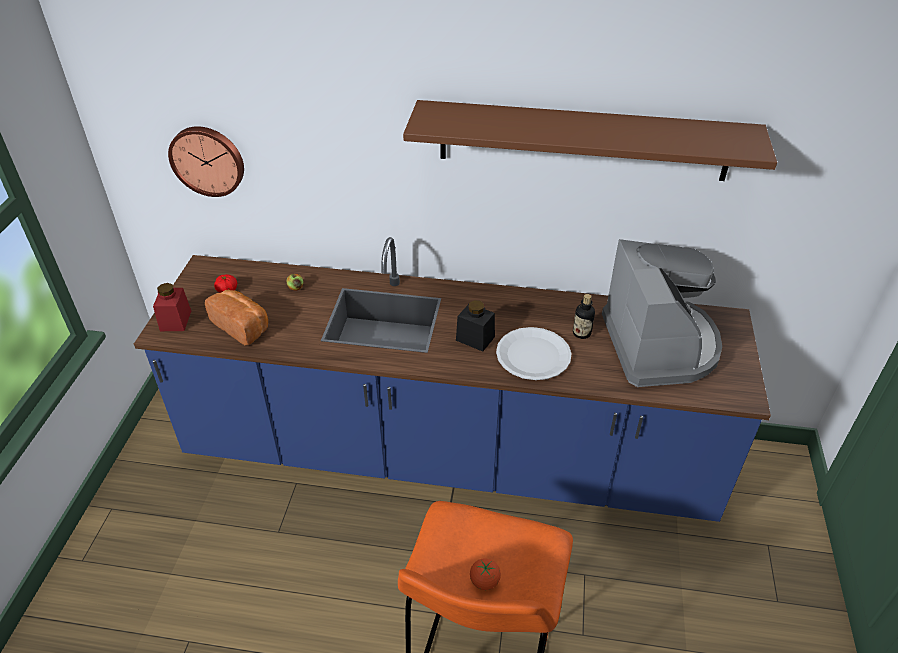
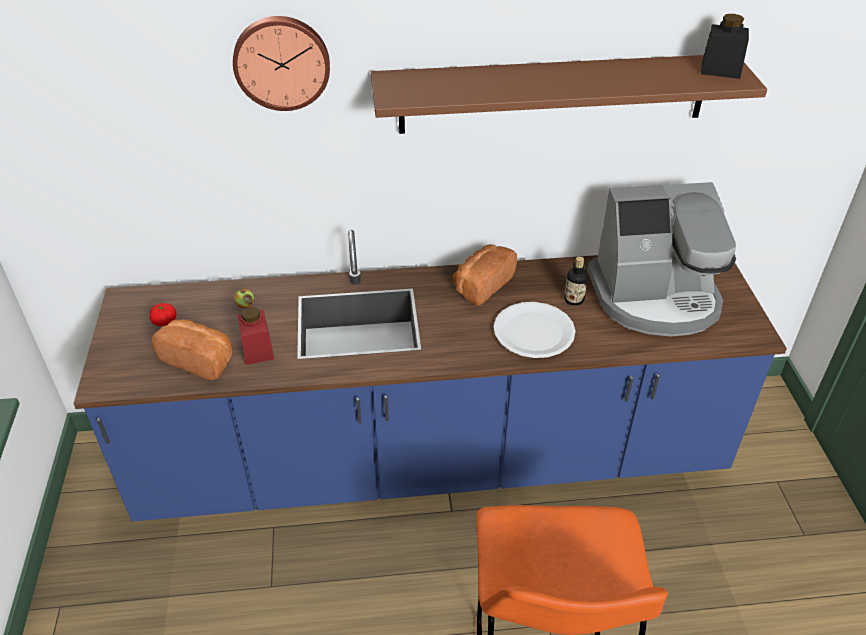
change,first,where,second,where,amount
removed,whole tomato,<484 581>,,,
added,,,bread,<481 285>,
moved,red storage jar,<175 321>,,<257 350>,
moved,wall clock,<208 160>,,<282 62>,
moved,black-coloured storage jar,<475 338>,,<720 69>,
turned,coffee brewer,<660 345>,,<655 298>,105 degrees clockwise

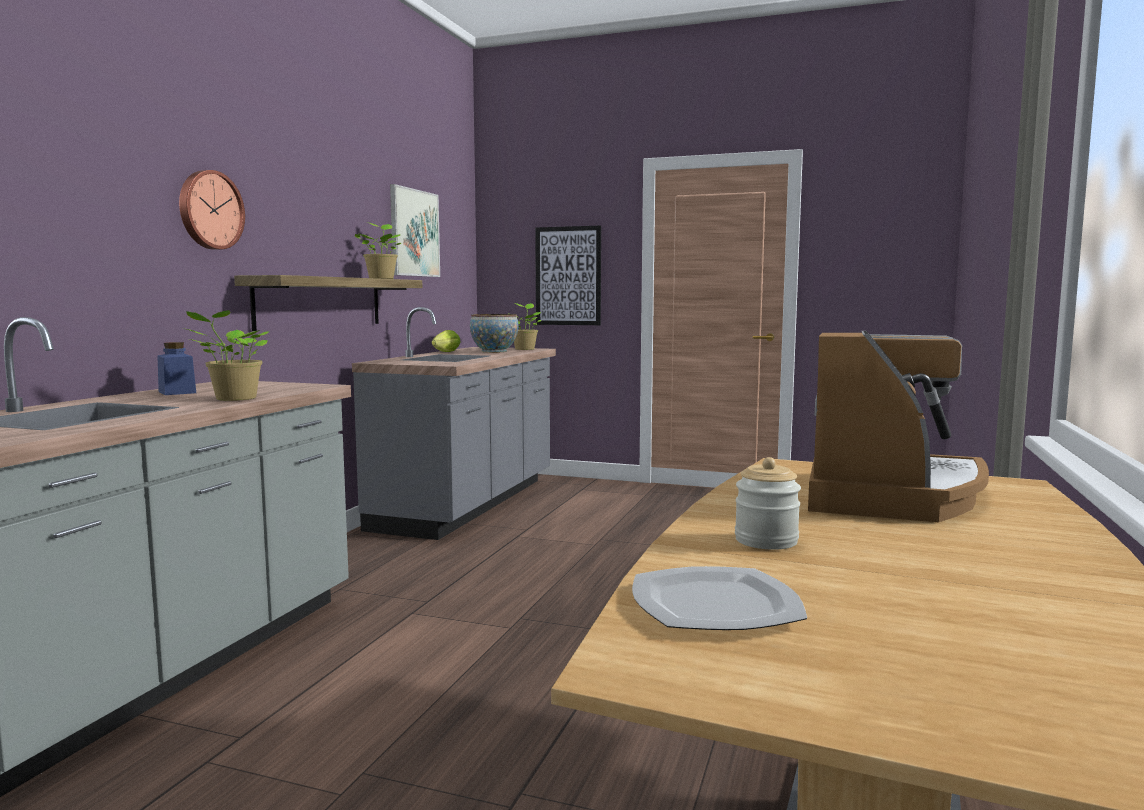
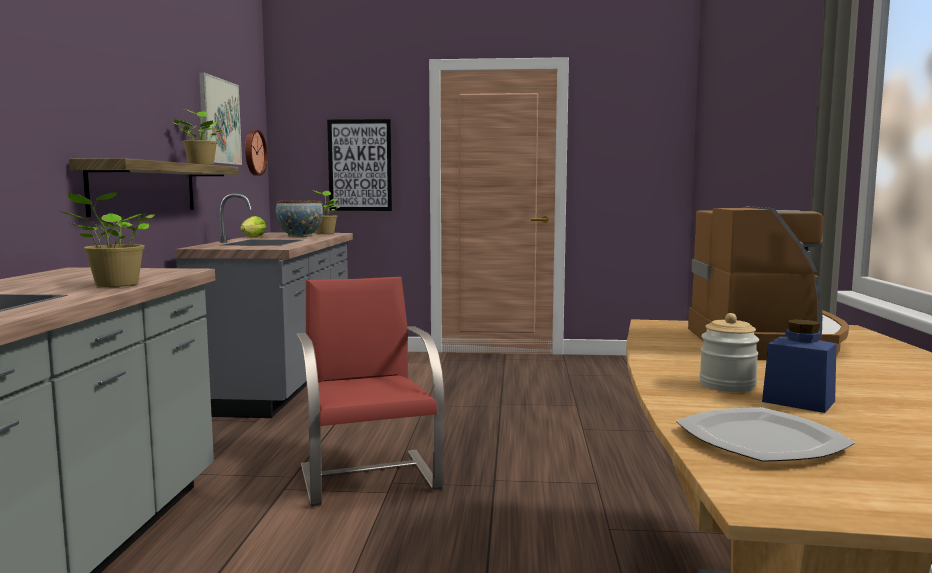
change,first,where,second,where,amount
added,,,red chair,<369 476>,
moved,blue-coloured storage jar,<177 392>,,<798 401>,
moved,wall clock,<209 210>,,<253 152>,

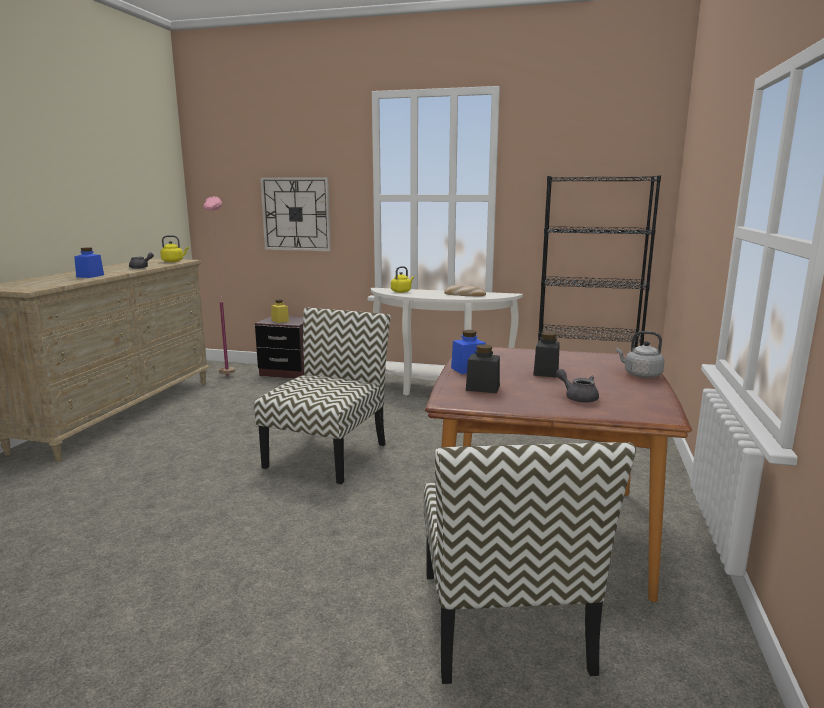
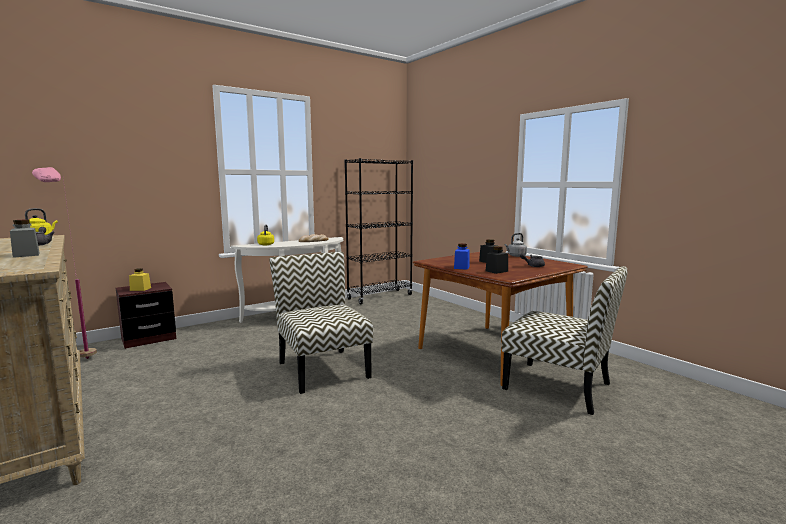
change,first,where,second,where,amount
removed,wall clock,<296 214>,,,
recoloured,blue-coloured storage jar,<90 276>,gray storage jar,<26 254>,

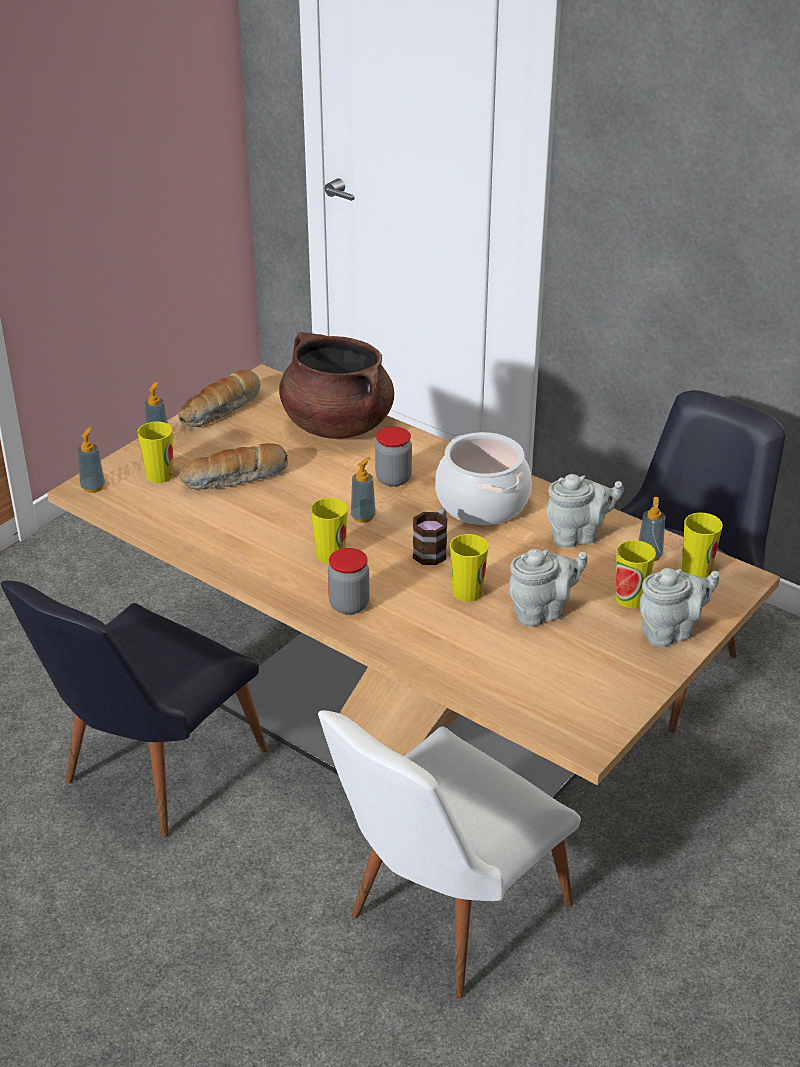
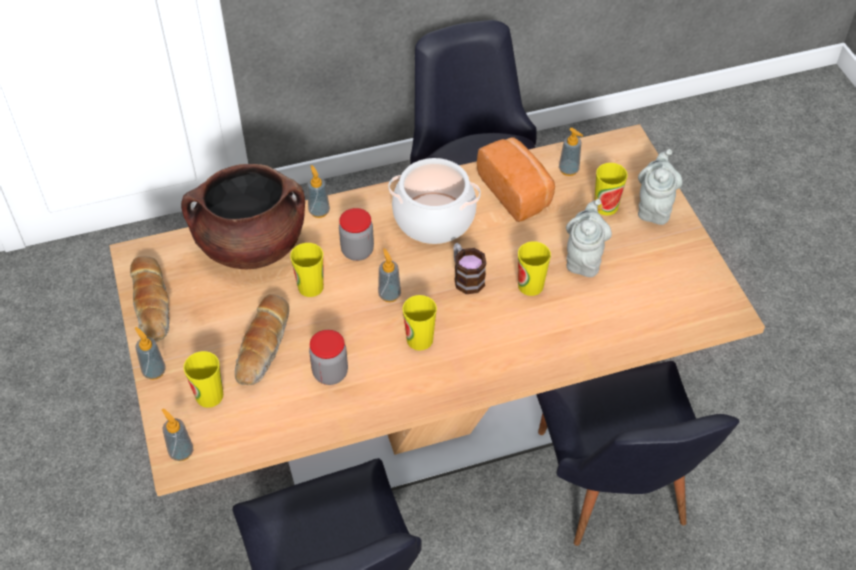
change,first,where,second,where,amount
added,,,liquid soap bottle,<319 211>,
moved,storage jar,<349 605>,,<330 373>,
moved,cup,<696 570>,,<310 287>,
replaced,gray teapot,<578 535>,bread,<517 191>,
recoloured,white-coloured chair,<442 919>,black-coloured chair,<614 493>,

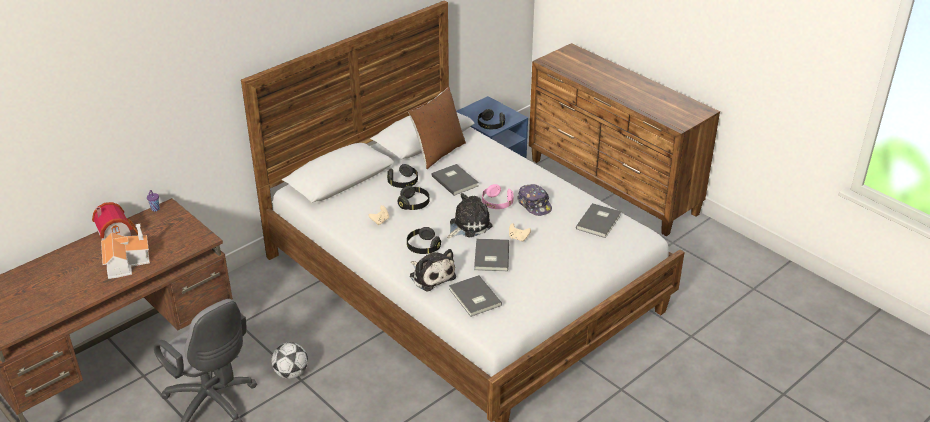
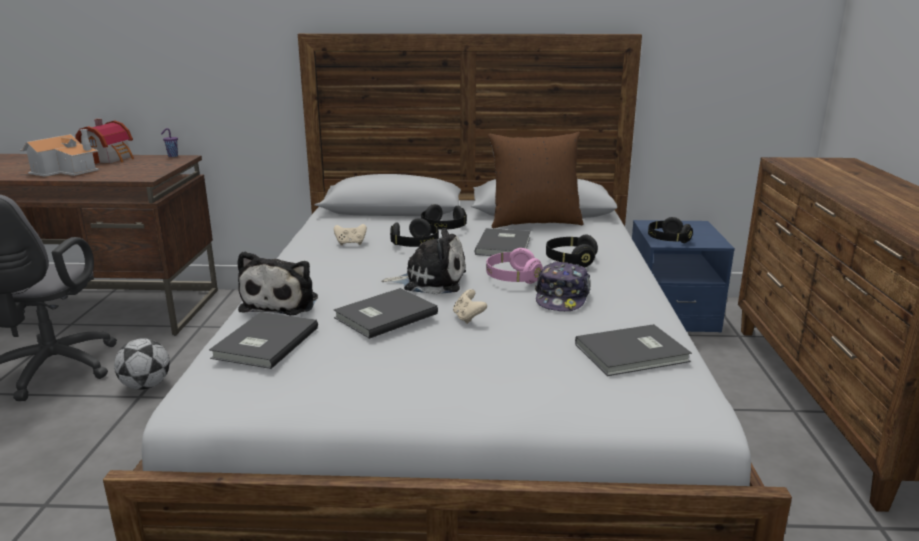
change,first,where,second,where,amount
moved,black-coloured headphones,<423 247>,,<570 261>,

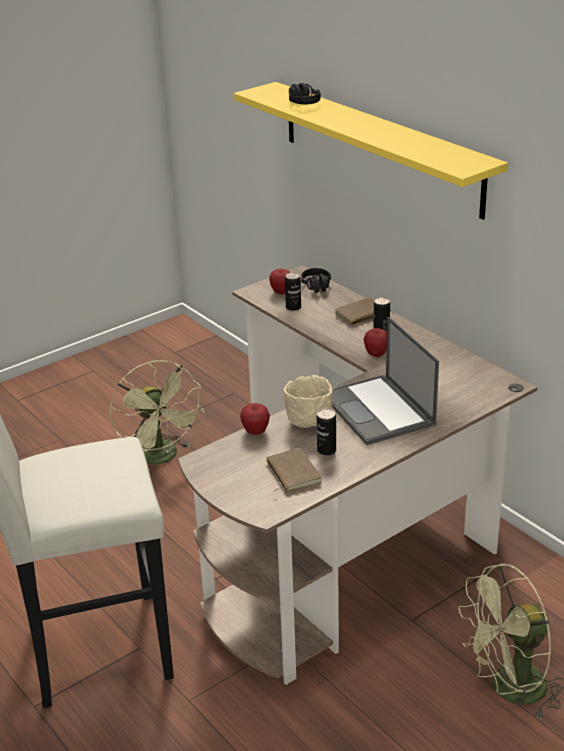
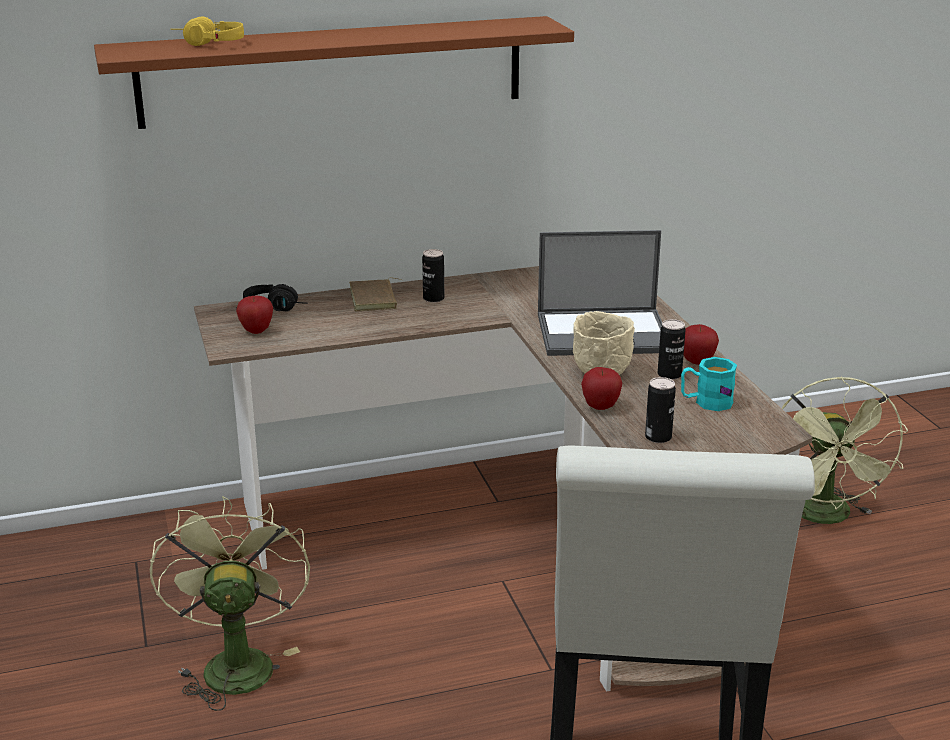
change,first,where,second,where,amount
moved,metal can,<293 307>,,<658 437>,
moved,apple fruit,<376 354>,,<697 362>,
replaced,brown-coloured volume,<291 473>,turquoise-coloured coffee mug,<706 402>,
recoloured,yellow shelf,<379 147>,brown-coloured shelf,<333 71>,
recoloured,black-coloured headphones,<301 101>,yellow headphones,<207 44>,
turned,green-coloured cooling fan,<162 458>,,<236 662>,90 degrees counterclockwise

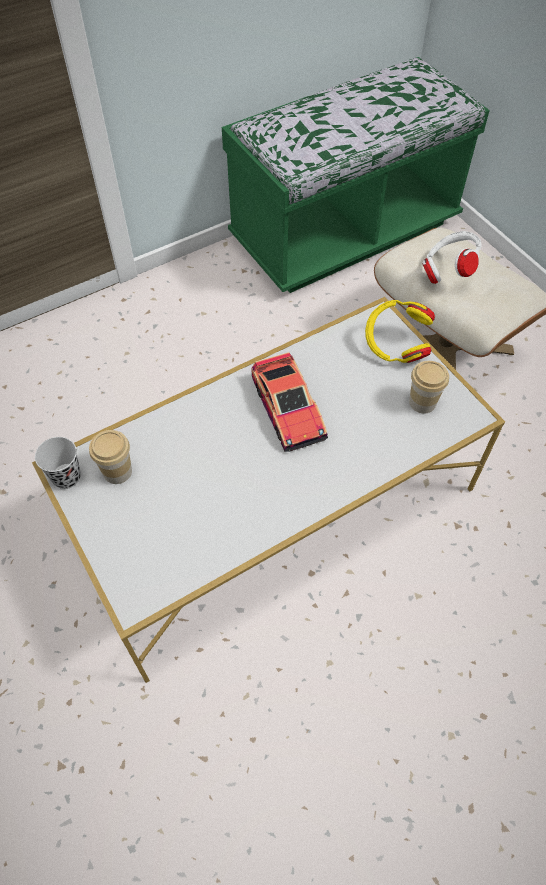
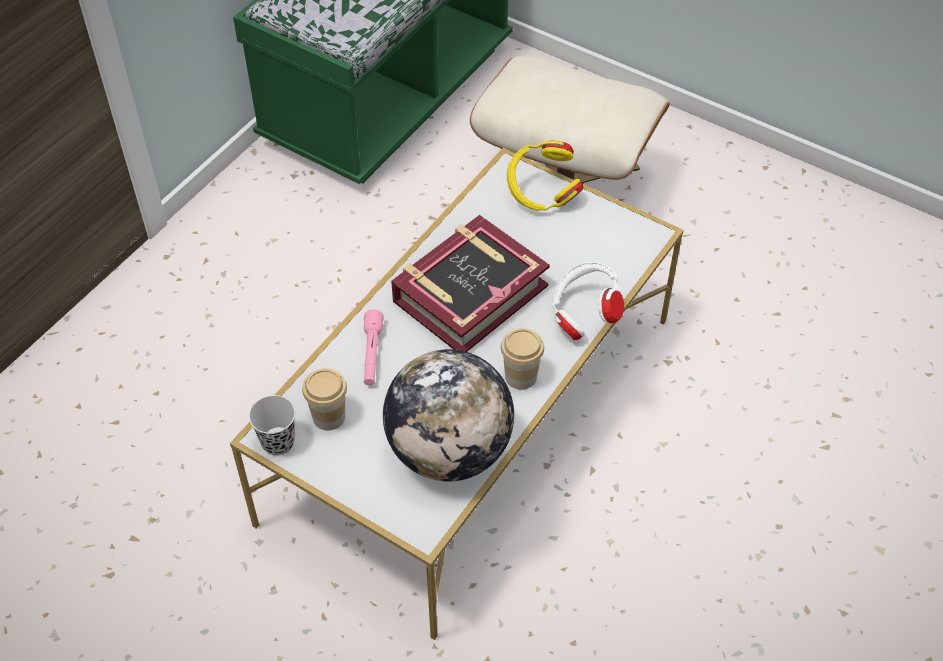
change,first,where,second,where,amount
added,,,pink-coloured flashlight,<372 354>,
added,,,globe,<449 451>,
moved,cup,<422 402>,,<521 376>,
moved,white-coloured headphones,<447 271>,,<584 315>,
replaced,toy car,<288 409>,volume,<469 293>,

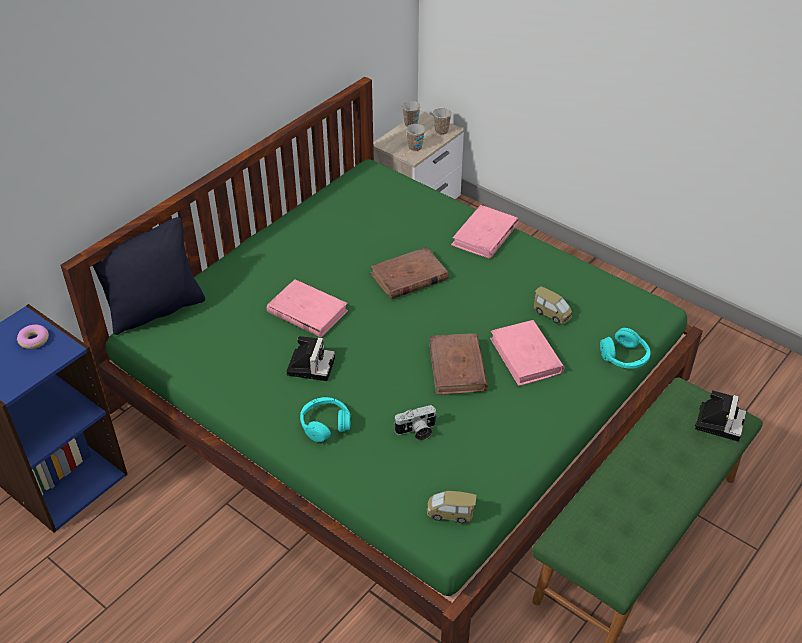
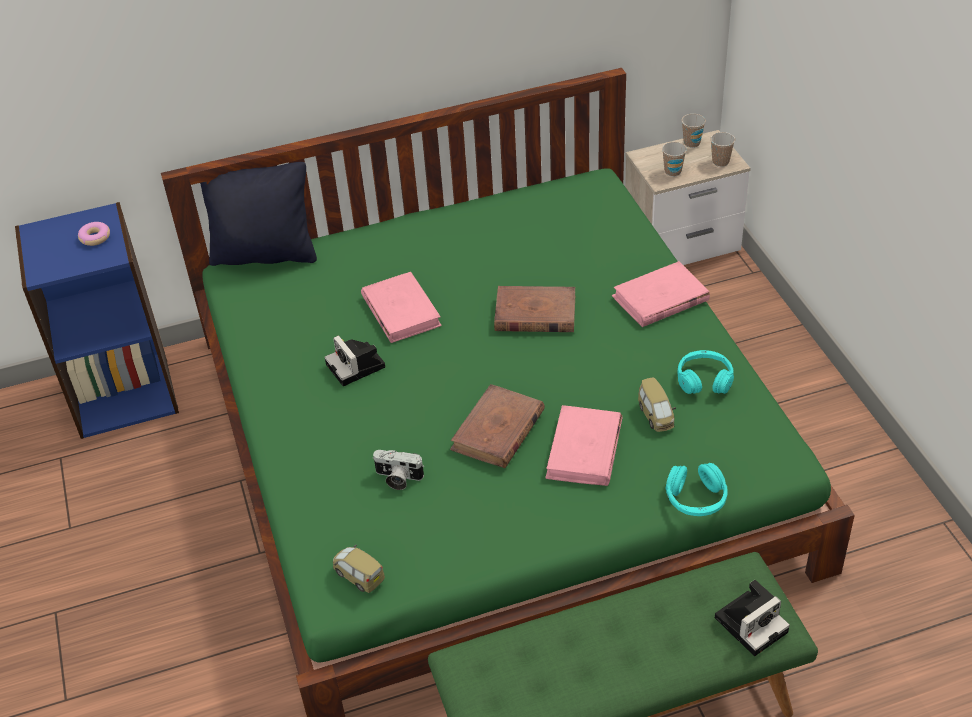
change,first,where,second,where,amount
moved,turquoise-coloured headphones,<325 424>,,<704 380>,
turned,still camera,<310 365>,,<357 367>,105 degrees clockwise

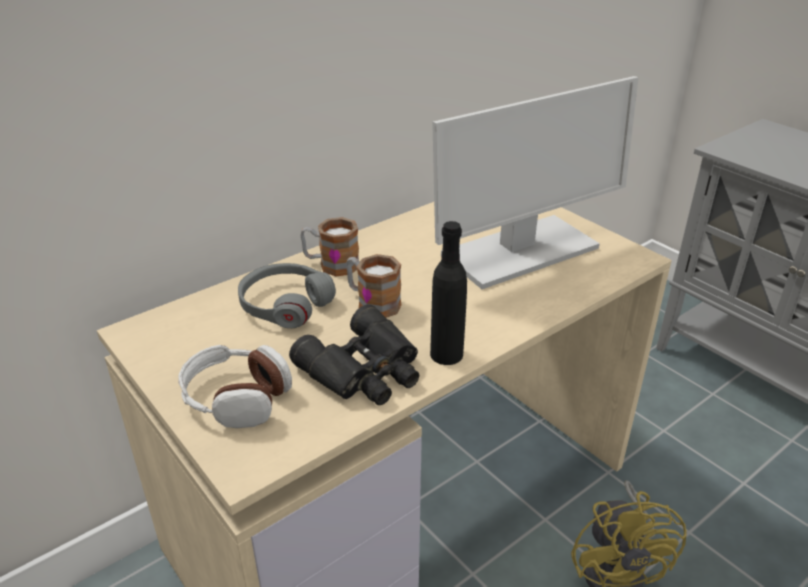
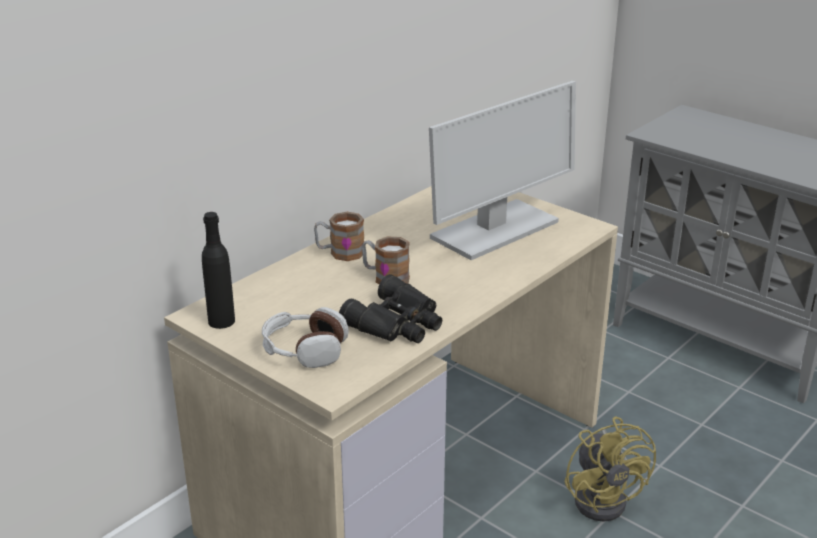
change,first,where,second,where,amount
removed,gray headphones,<285 305>,,,
moved,black-coloured bottle,<446 354>,,<221 321>,

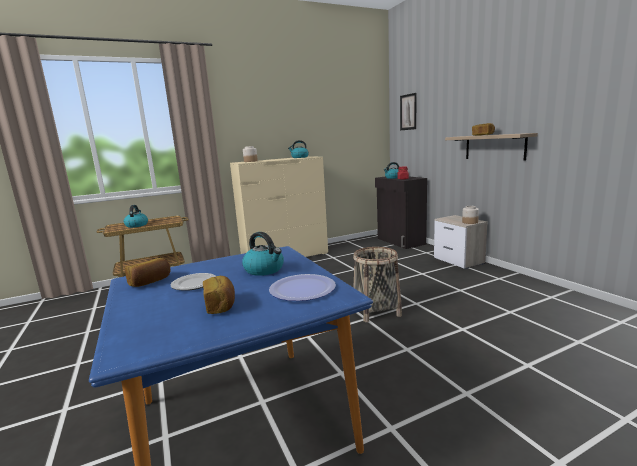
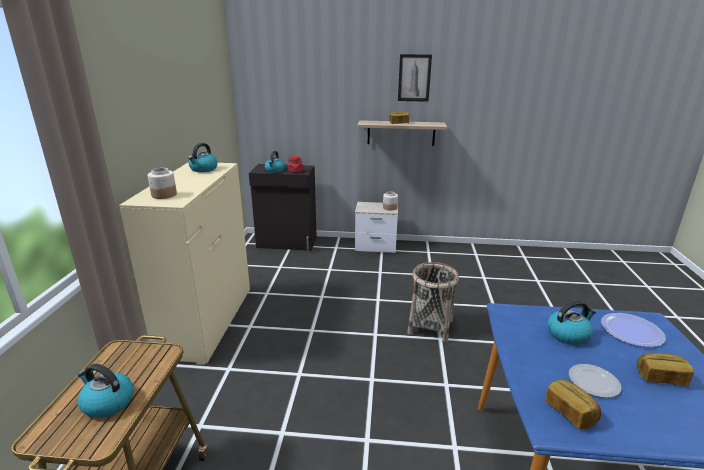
change,first,where,second,where,amount
moved,picture,<408 112>,,<414 78>,

